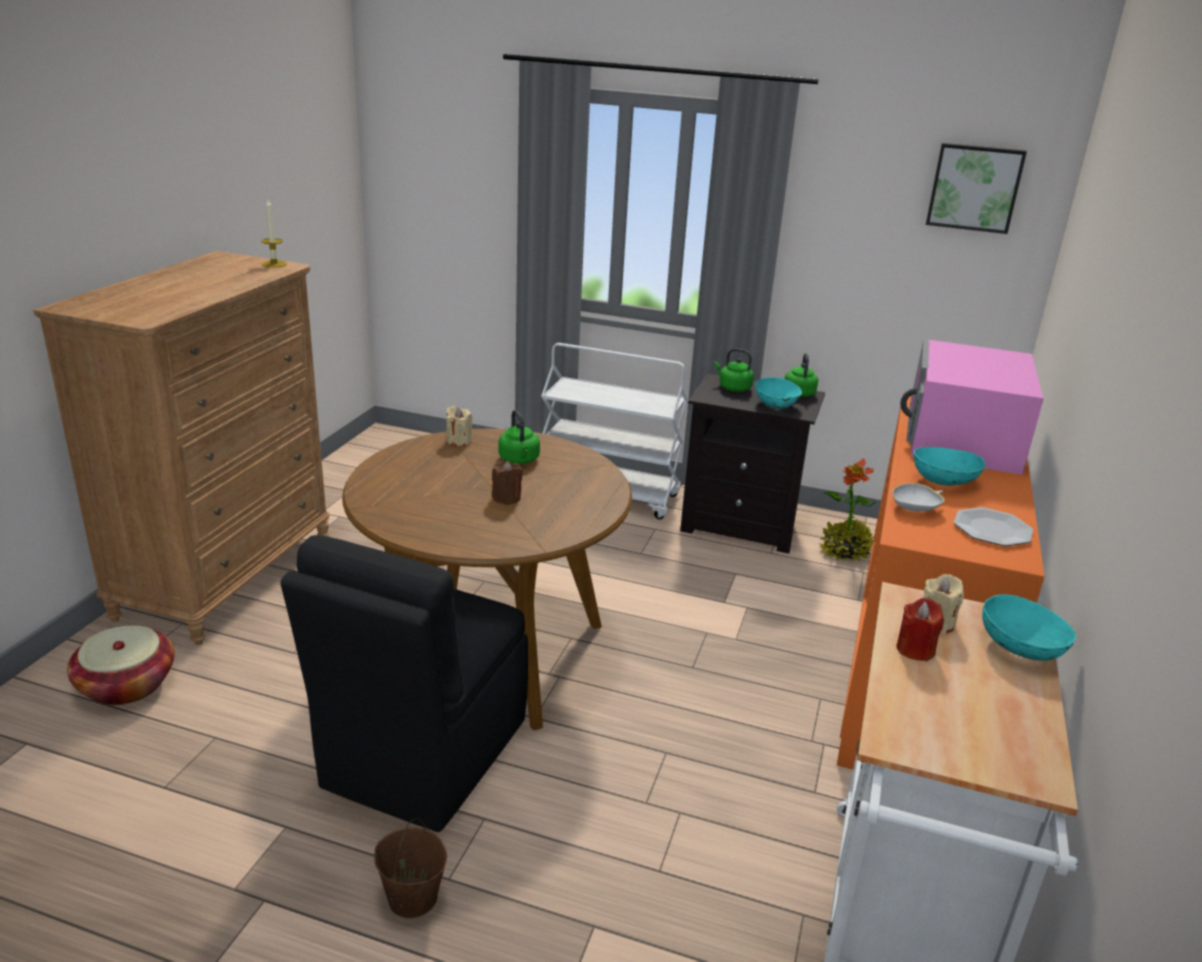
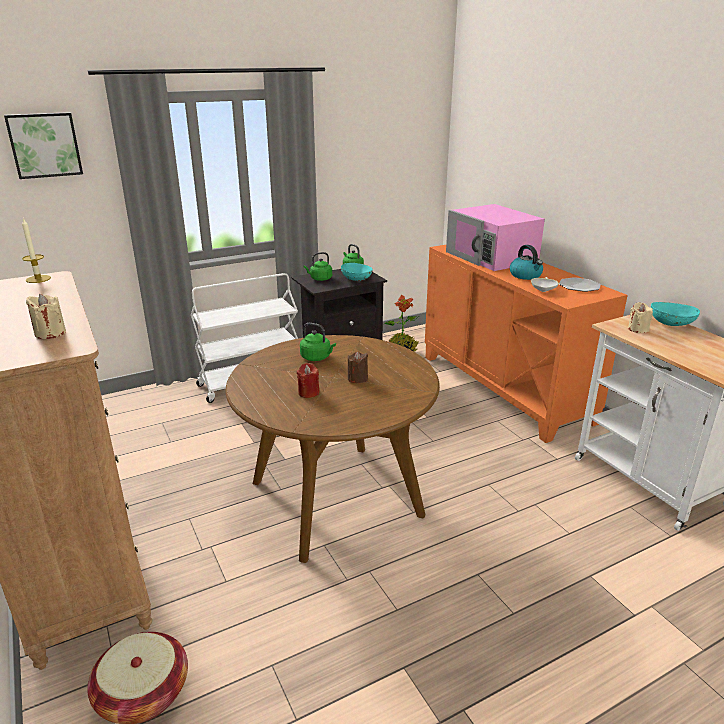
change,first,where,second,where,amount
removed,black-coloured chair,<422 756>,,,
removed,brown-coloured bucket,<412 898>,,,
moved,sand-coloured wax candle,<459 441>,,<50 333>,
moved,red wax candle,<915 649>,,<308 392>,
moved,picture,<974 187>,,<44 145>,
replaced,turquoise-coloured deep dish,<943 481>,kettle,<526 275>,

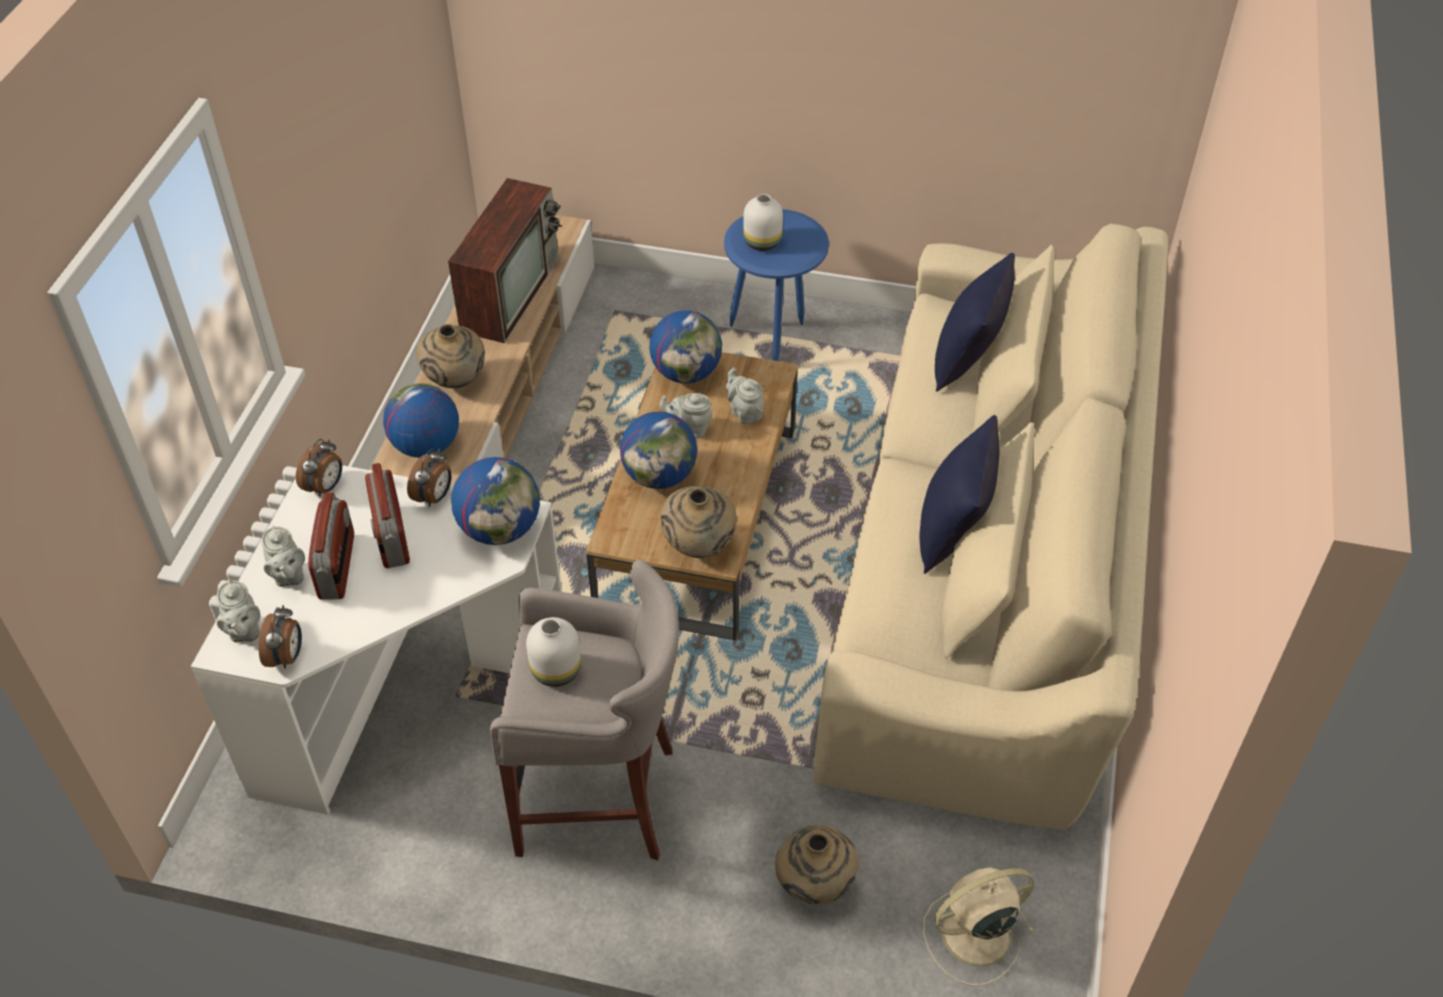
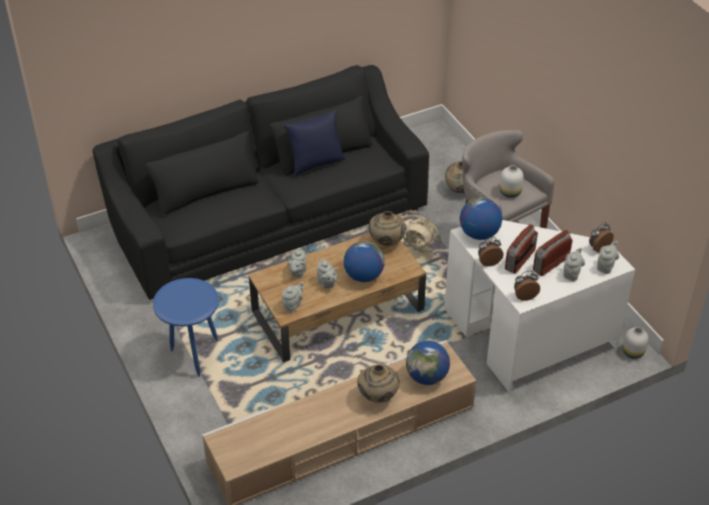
change,first,where,second,where,amount
removed,television,<510 292>,,,
removed,blue-coloured throw pillow,<968 361>,,,
moved,white-coloured flower vase,<763 242>,,<632 352>,
moved,sand-coloured cooling fan,<973 934>,,<420 254>,
replaced,globe,<686 373>,gray teapot,<293 305>,
recoloured,sand-coloured sofa,<988 562>,black-coloured sofa,<269 217>,

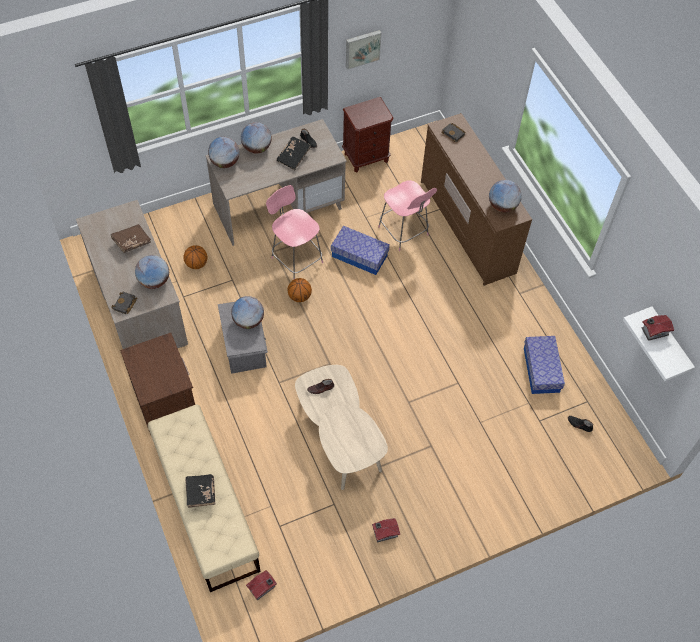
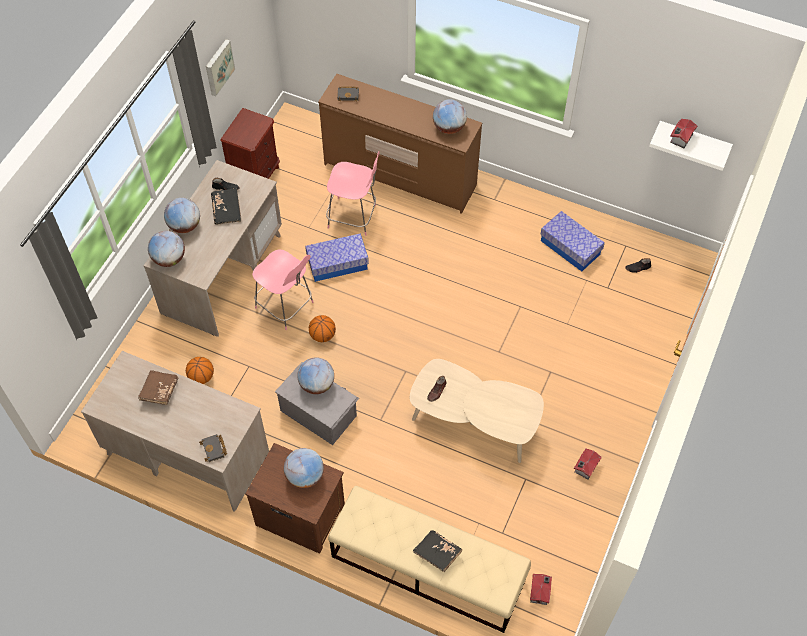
change,first,where,second,where,amount
moved,globe,<154 281>,,<305 476>,
turned,pink-coloured chair,<296 259>,,<286 306>,150 degrees counterclockwise

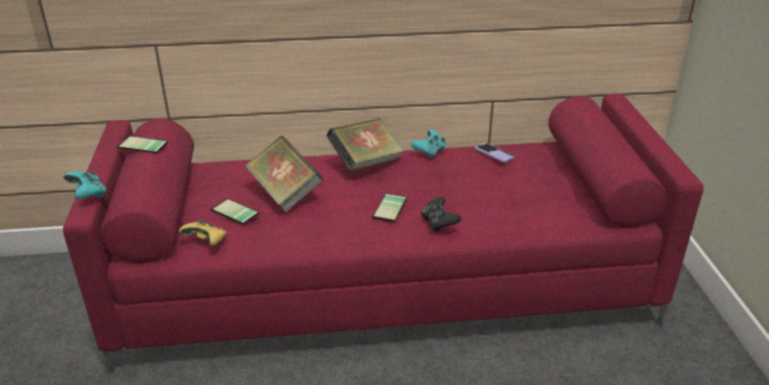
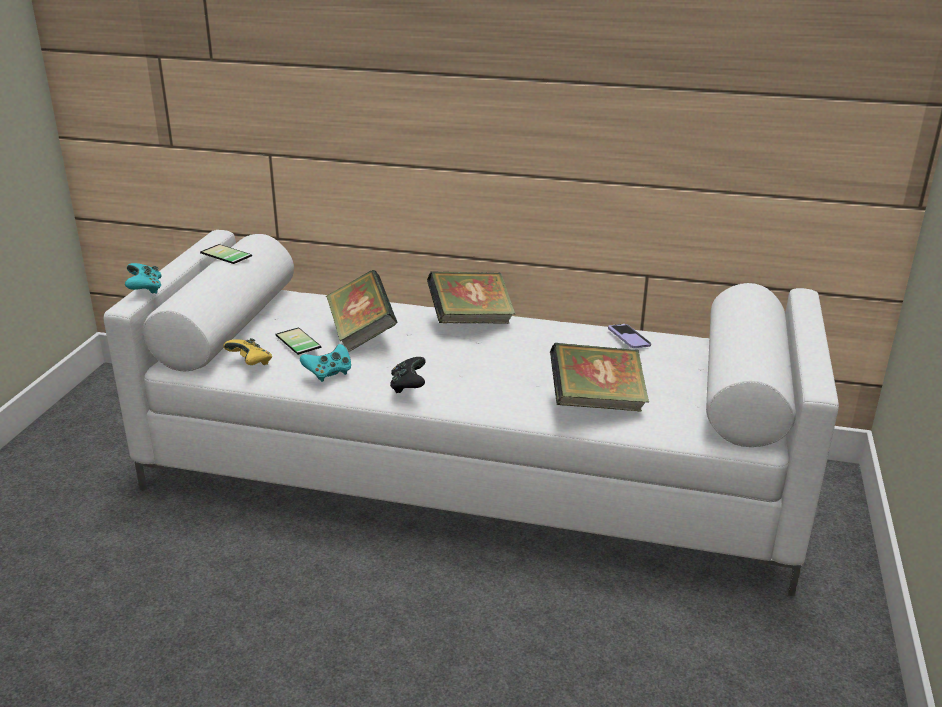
change,first,where,second,where,amount
removed,handset,<392 208>,,,
added,,,volume,<596 403>,
moved,turquoise-coloured game controller,<429 152>,,<328 373>,
moved,black-coloured game controller,<439 223>,,<408 386>,
recoloured,red sofa,<386 286>,white-coloured sofa,<472 474>,

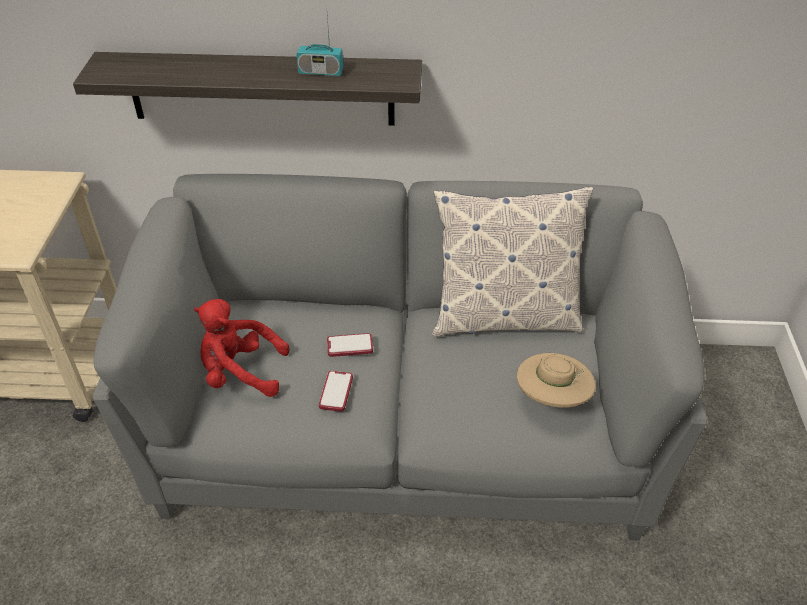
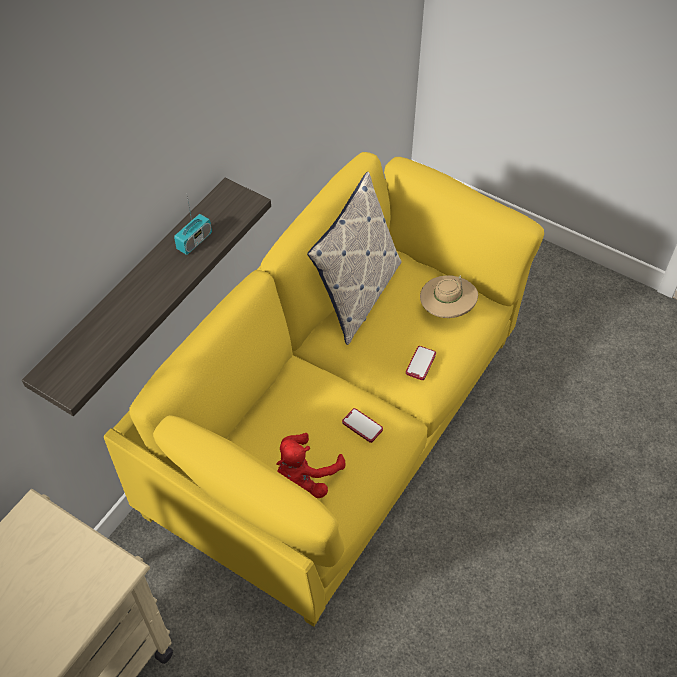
change,first,where,second,where,amount
moved,handset,<350 346>,,<420 363>,
recoloured,gray sofa,<403 429>,yellow sofa,<336 426>,

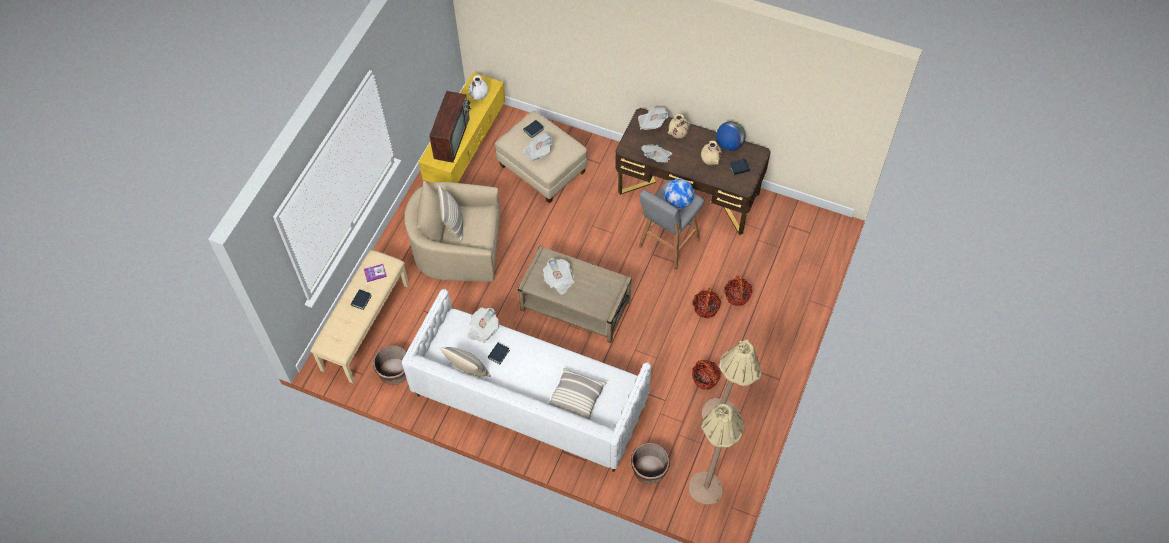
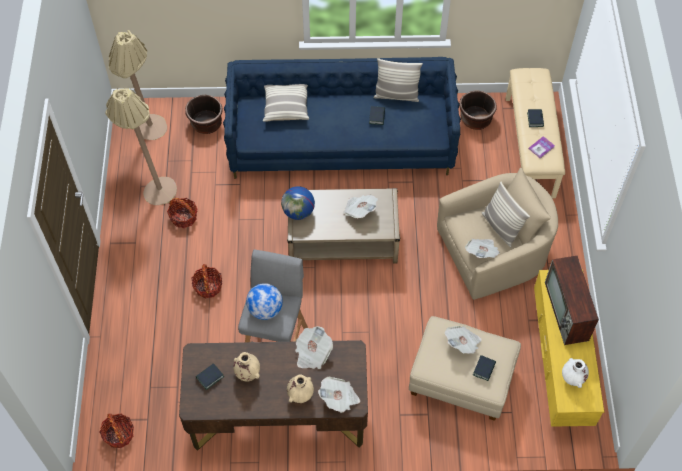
change,first,where,second,where,amount
moved,printed paper,<483 329>,,<482 252>,
moved,globe,<729 144>,,<298 212>,
moved,household basket,<737 296>,,<119 434>,
recoloured,white-coloured sofa,<529 397>,blue-coloured sofa,<341 142>,

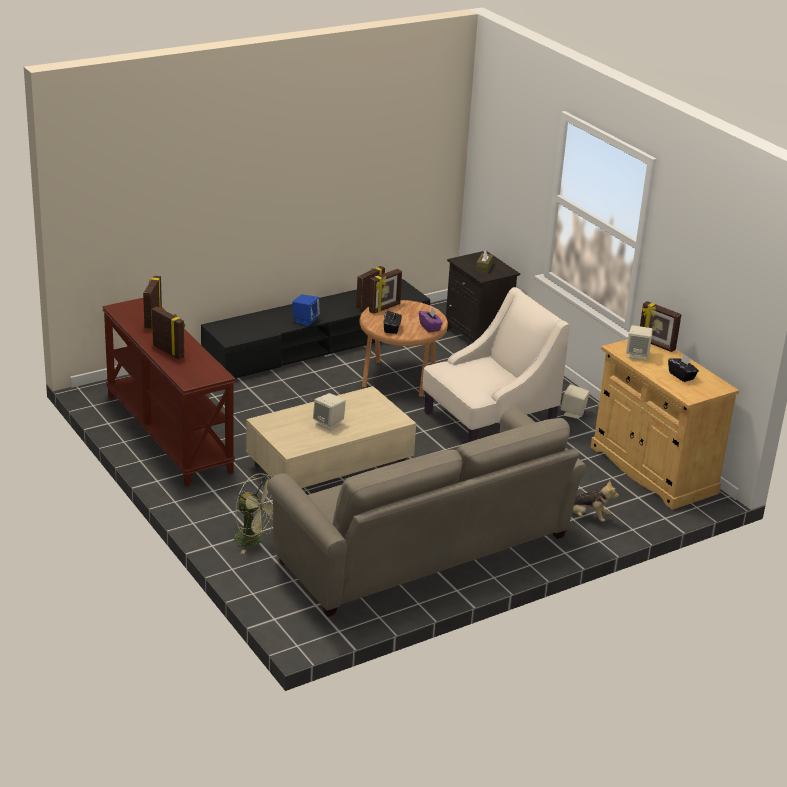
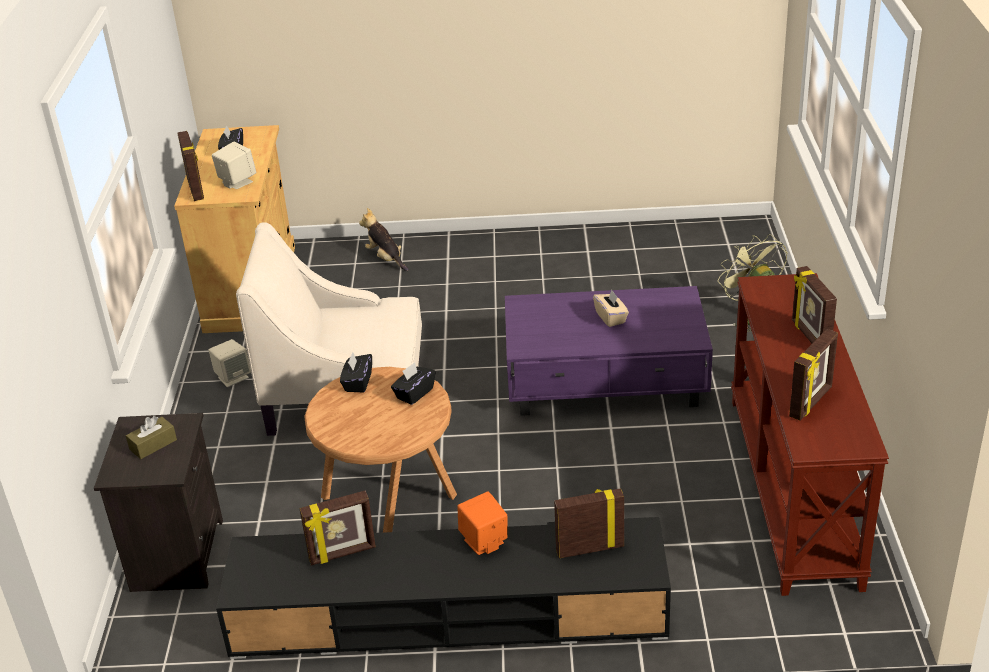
change,first,where,second,where,amount
removed,sand-coloured sofa,<427 553>,,,
moved,picture frame,<385 308>,,<589 548>,
replaced,sand-coloured loudspeaker,<329 423>,sand-coloured tissue holder,<611 318>,
recoloured,sand-coloured lounge table,<328 467>,purple lounge table,<607 380>,
recoloured,blue-coloured loudspeaker,<305 321>,orange-coloured loudspeaker,<484 542>,
recoloured,purple tissue holder,<430 327>,black-coloured tissue holder,<357 383>,

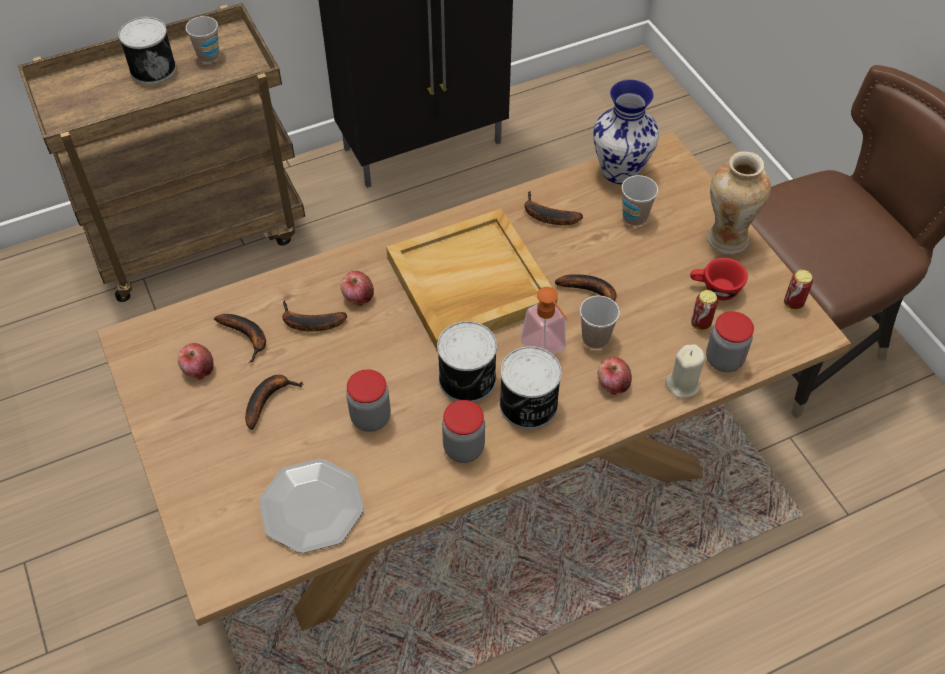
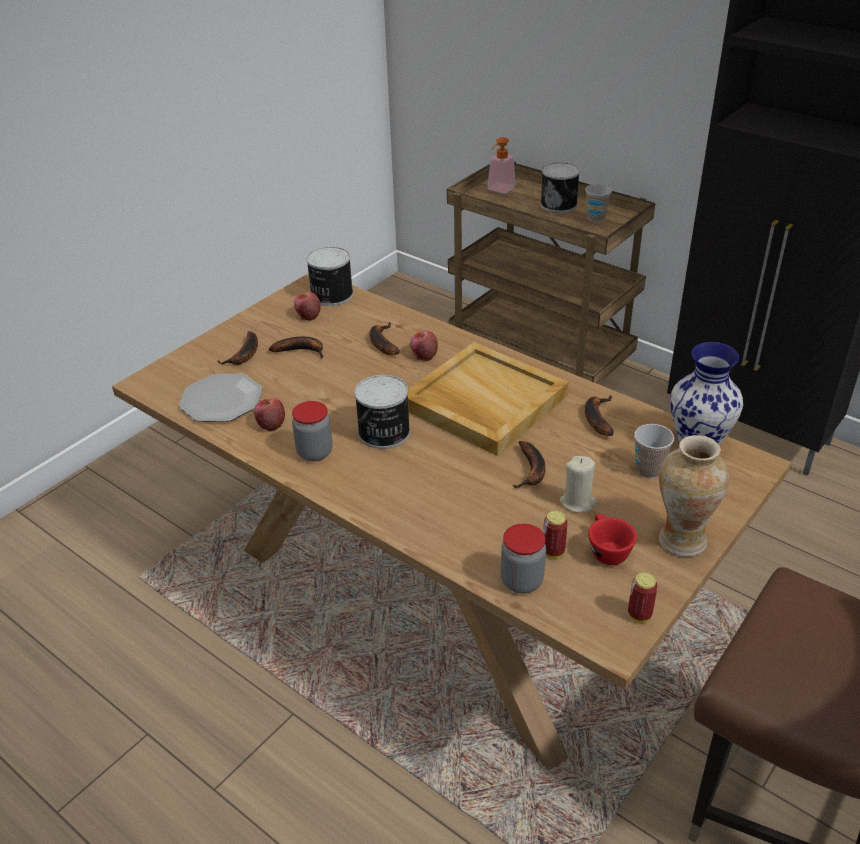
change,first,where,second,where,amount
removed,storage jar,<370 418>,,,
removed,cup,<595 338>,,,
moved,banana,<247 337>,,<245 355>,
moved,metal can,<528 406>,,<330 295>,
moved,liquid soap bottle,<547 350>,,<498 190>,
moved,apple fruit,<613 384>,,<271 424>,
moved,sand-coloured wax candle,<683 384>,,<578 502>,

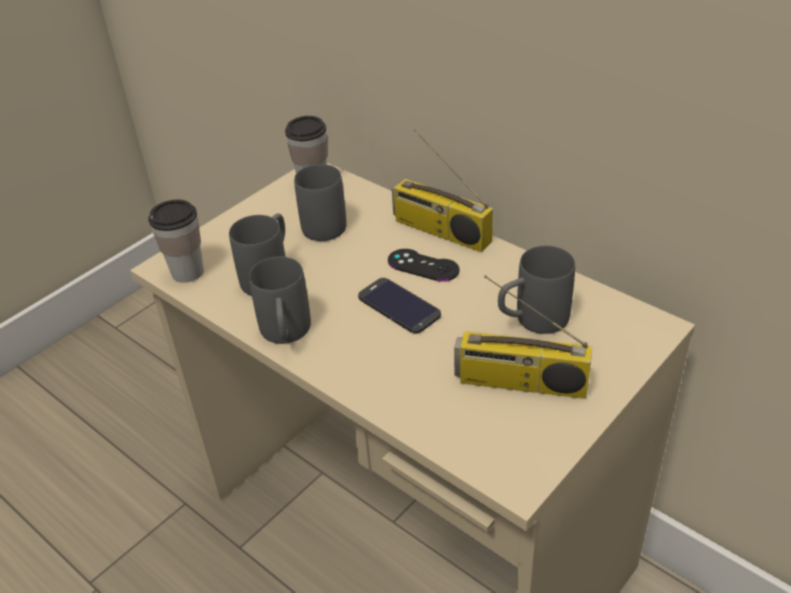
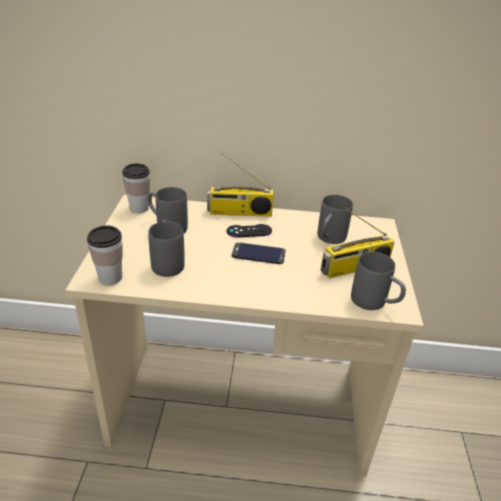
change,first,where,second,where,amount
moved,gray coffee mug,<286 335>,,<375 303>,

